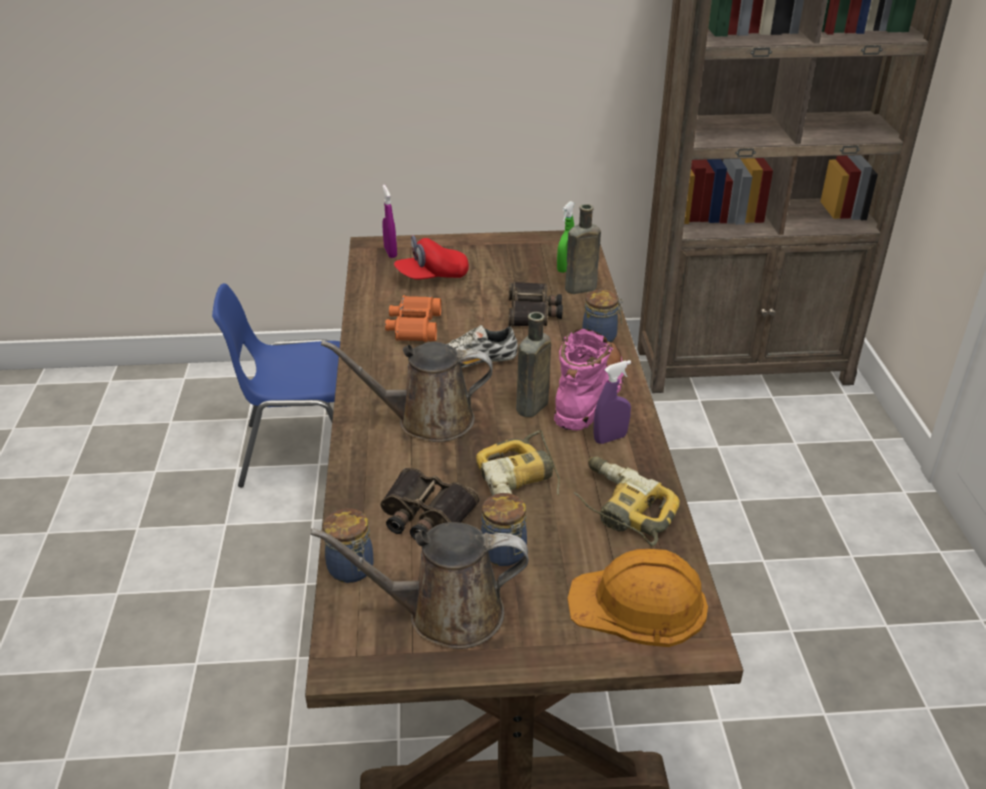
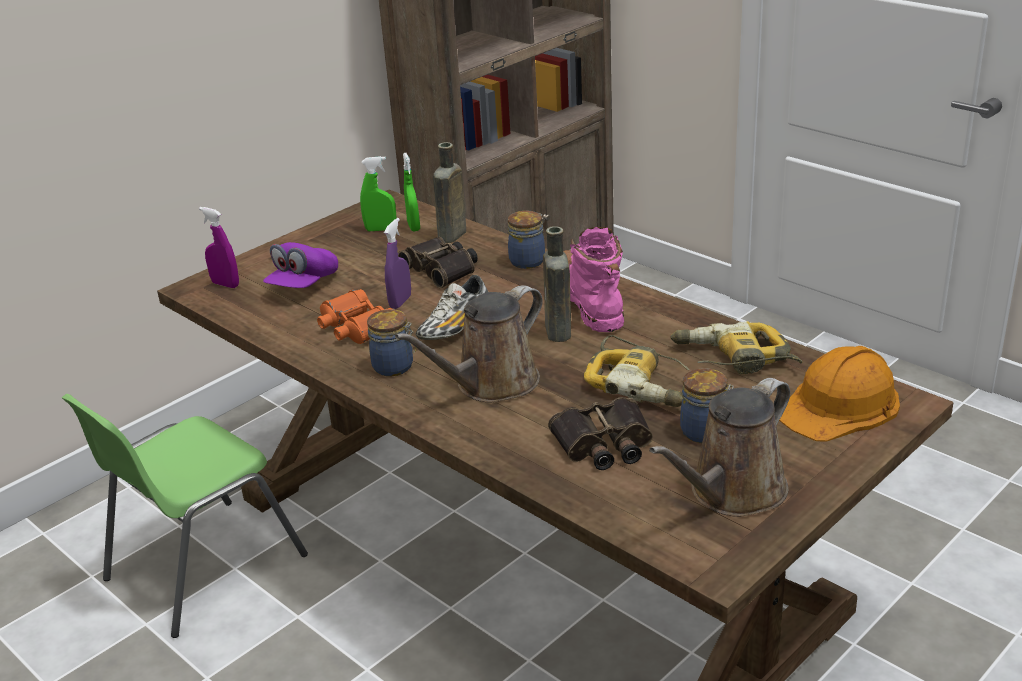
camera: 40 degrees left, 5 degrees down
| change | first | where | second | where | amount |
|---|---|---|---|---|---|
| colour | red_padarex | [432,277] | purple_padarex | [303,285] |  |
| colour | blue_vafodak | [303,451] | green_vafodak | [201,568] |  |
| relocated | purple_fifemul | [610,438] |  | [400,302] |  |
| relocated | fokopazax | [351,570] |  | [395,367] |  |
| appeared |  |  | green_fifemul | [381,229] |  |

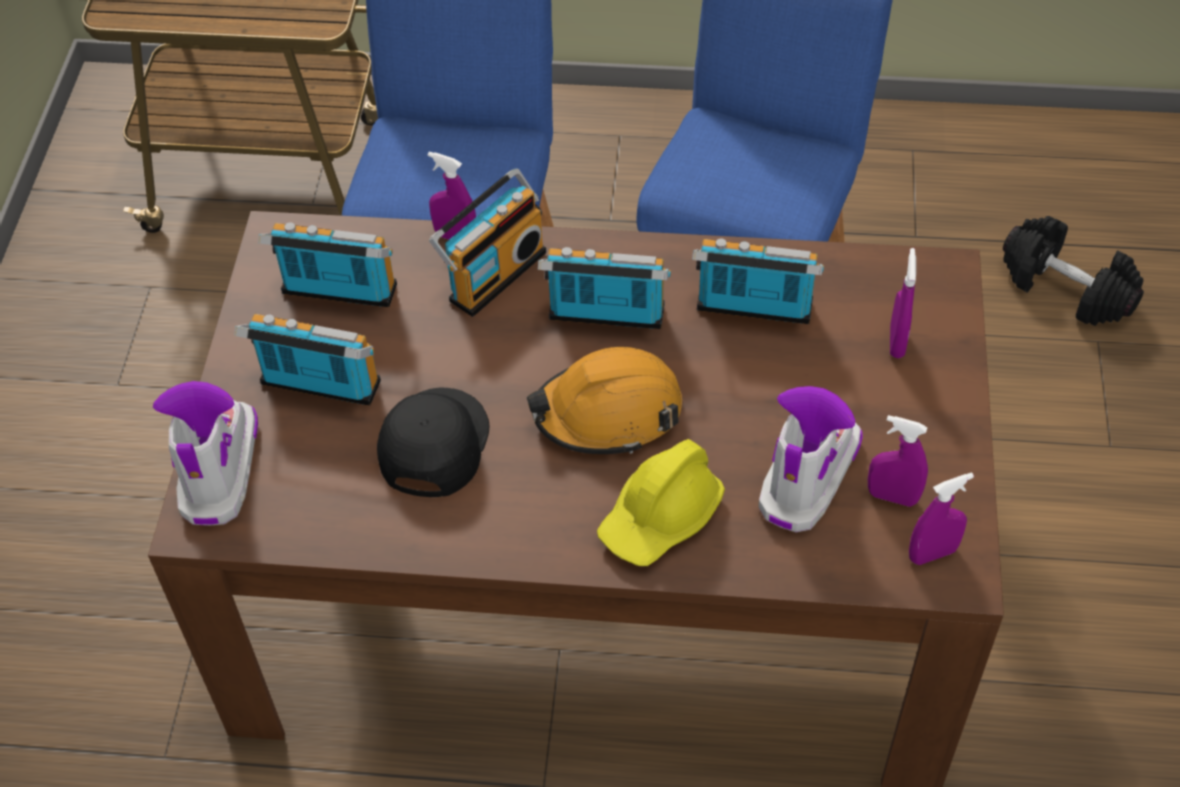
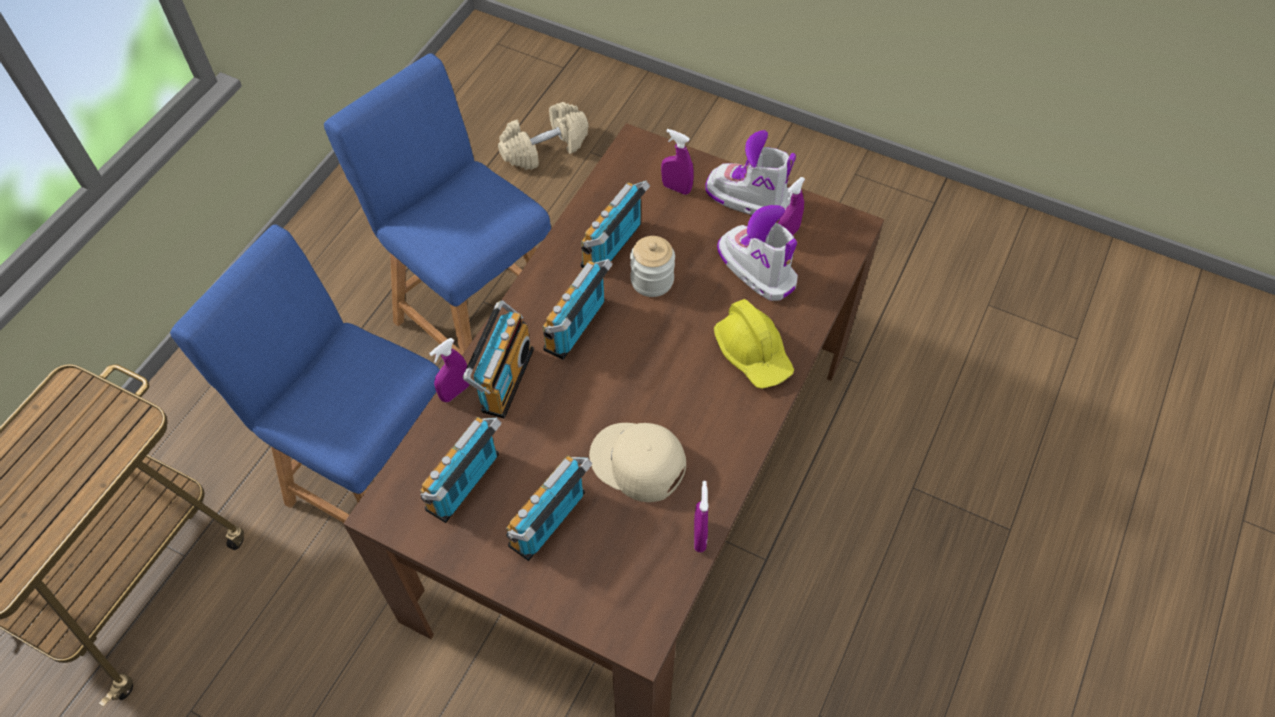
camera: 70 degrees left, 5 degrees up
| change | first | where | second | where | amount |
|---|---|---|---|---|---|
| spun | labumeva | [494,274] |  | [503,379] | 45 degrees clockwise |
| colour | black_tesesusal | [1065,288] | beige_tesesusal | [545,149] |  |
| missing | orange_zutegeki | [608,412] |  |  |  |
| relocated | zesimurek | [219,470] |  | [749,199] |  |
| colour | black_padarex | [432,444] | beige_padarex | [637,463] |  |
| relocated | purple_fifemul | [932,554] |  | [699,536] |  |
| appeared |  |  | fokopazax | [652,280] |  |

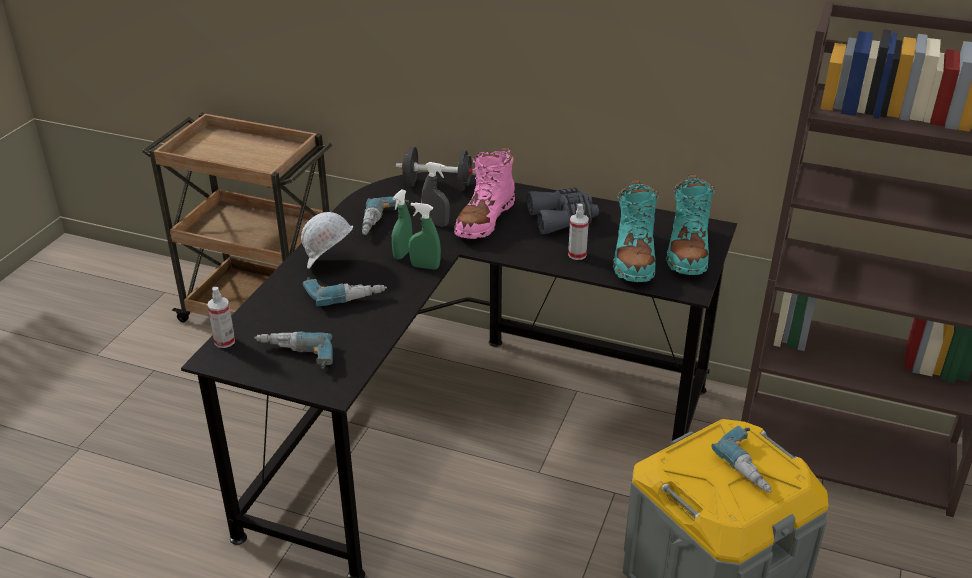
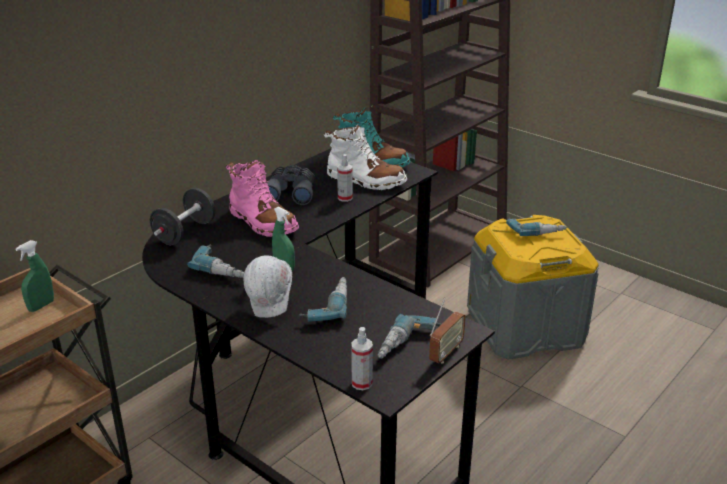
camera: 70 degrees left, 5 degrees down
| change | first | where | second | where | amount |
|---|---|---|---|---|---|
| missing | grey_fifemul | [436,223] |  |  |  |
| colour | turquoise_zesimurek | [633,258] | white_zesimurek | [365,180] |  |
| relocated | green_fifemul | [425,266] |  | [41,306] |  |
| appeared |  |  | labumeva | [445,353] |  |

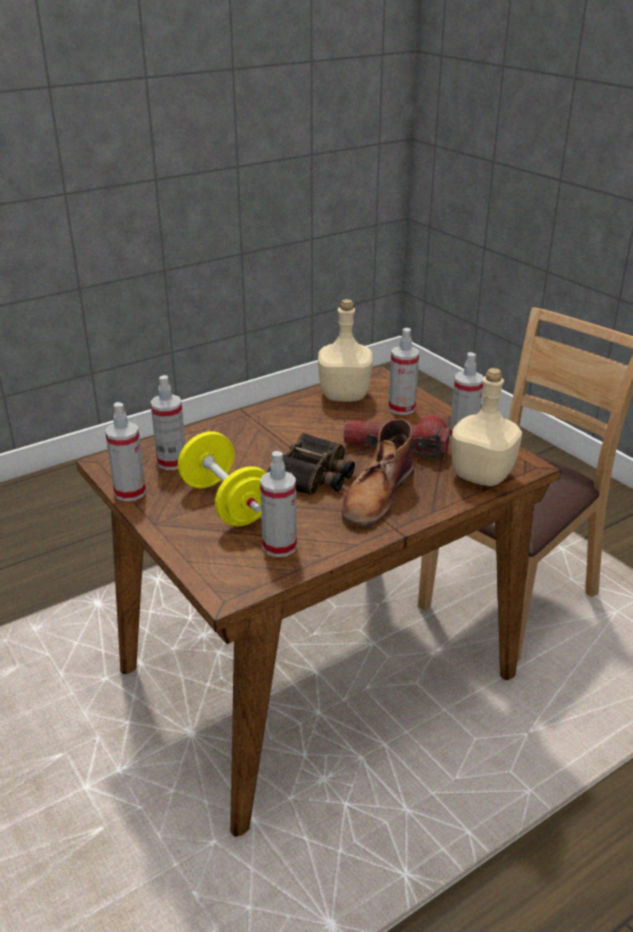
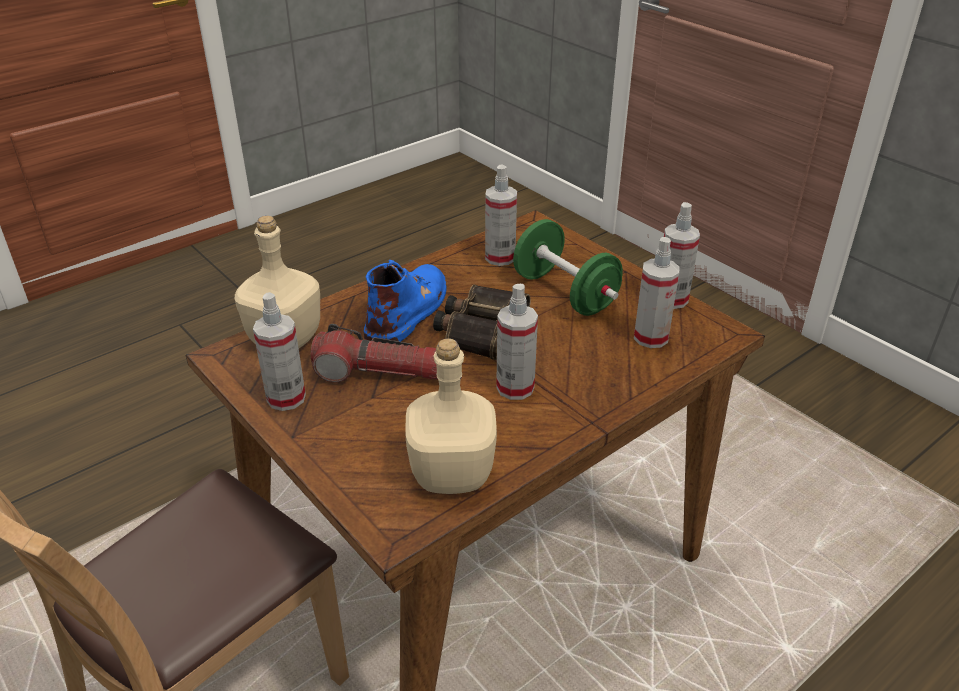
camera: 175 degrees right, 5 degrees up
| change | first | where | second | where | amount |
|---|---|---|---|---|---|
| relocated | fifemul | [401,408] |  | [515,387] |  |
| colour | brown_zesimurek | [377,495] | blue_zesimurek | [408,310] |  |
| colour | yellow_tesesusal | [226,503] | green_tesesusal | [565,293] |  |

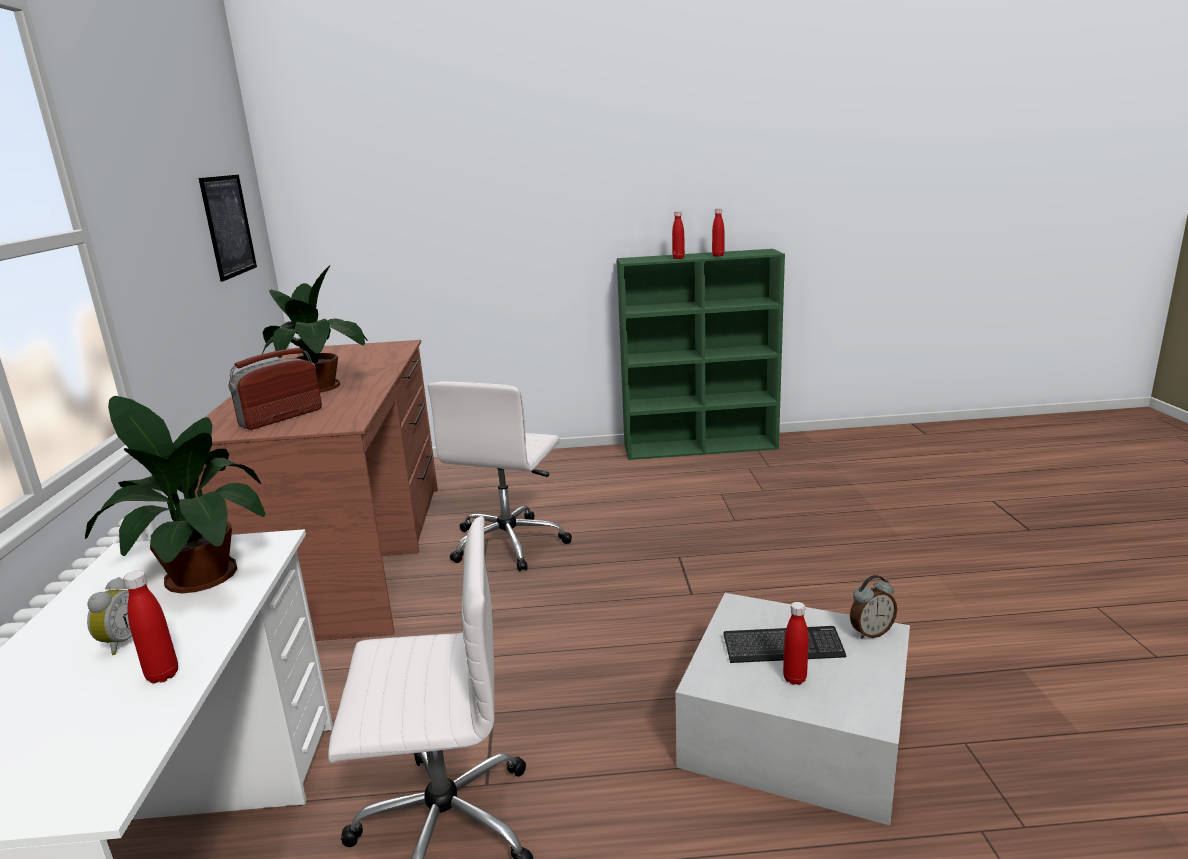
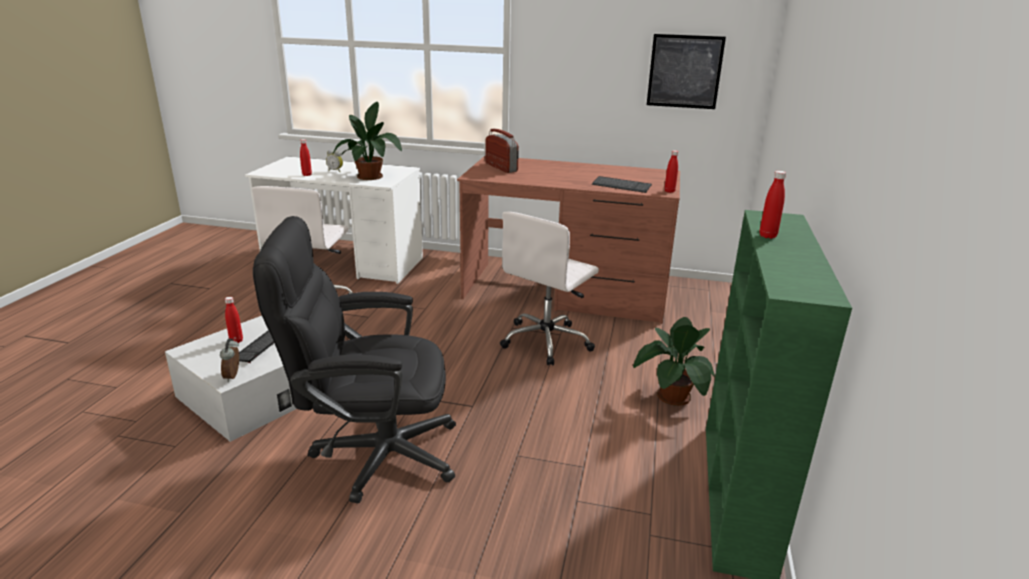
camera: 105 degrees right, 5 degrees up
| change | first | where | second | where | amount |
|---|---|---|---|---|---|
| relocated | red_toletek | [718,255] |  | [669,191] |  |
| relocated | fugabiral | [321,387] |  | [672,397] |  |
| spun | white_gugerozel | [509,543] |  | [547,341] | 90 degrees counterclockwise |
| appeared |  |  | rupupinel | [621,186] |  |
| appeared |  |  | black_gugerozel | [372,453] |  |

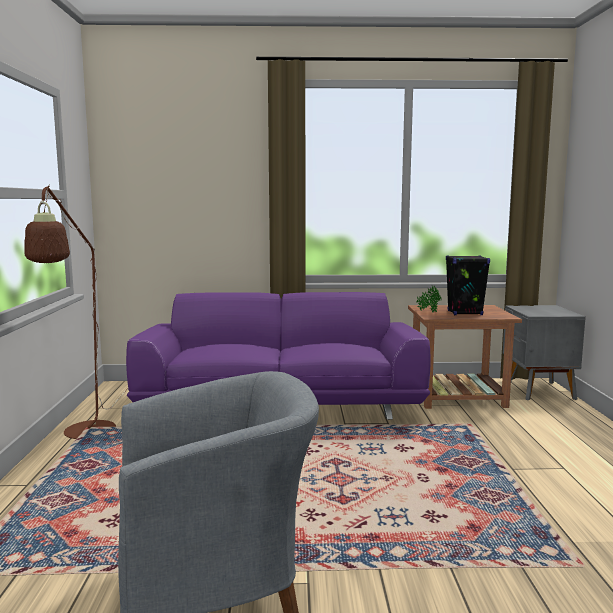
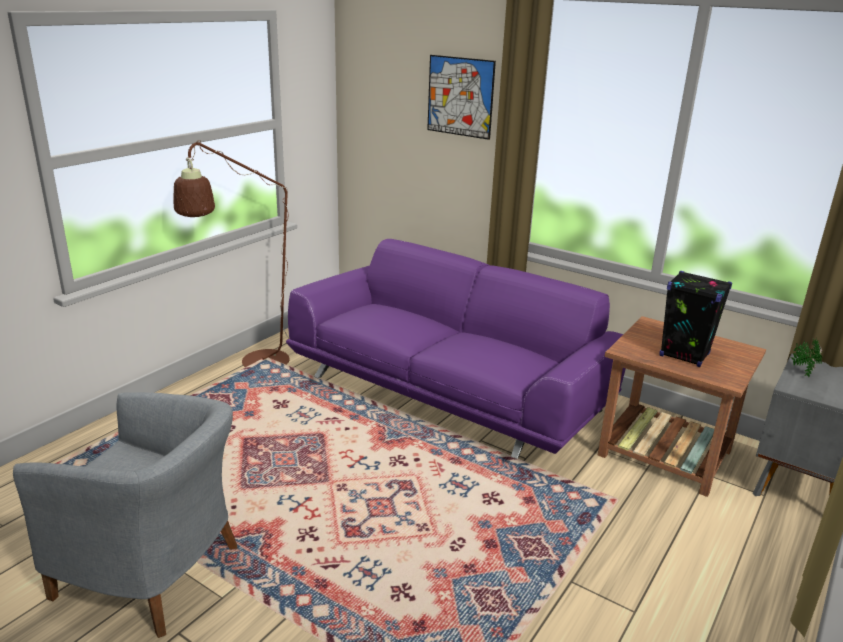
camera: 35 degrees right, 15 degrees up
| change | first | where | second | where | amount |
|---|---|---|---|---|---|
| relocated | fugabiral | [428,312] |  | [802,371] |  |
| appeared |  |  | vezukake | [460,96] |  |

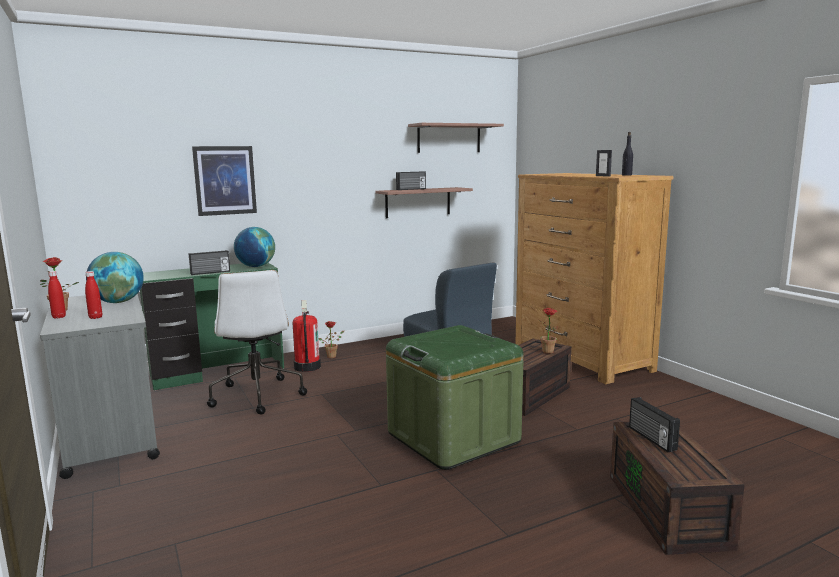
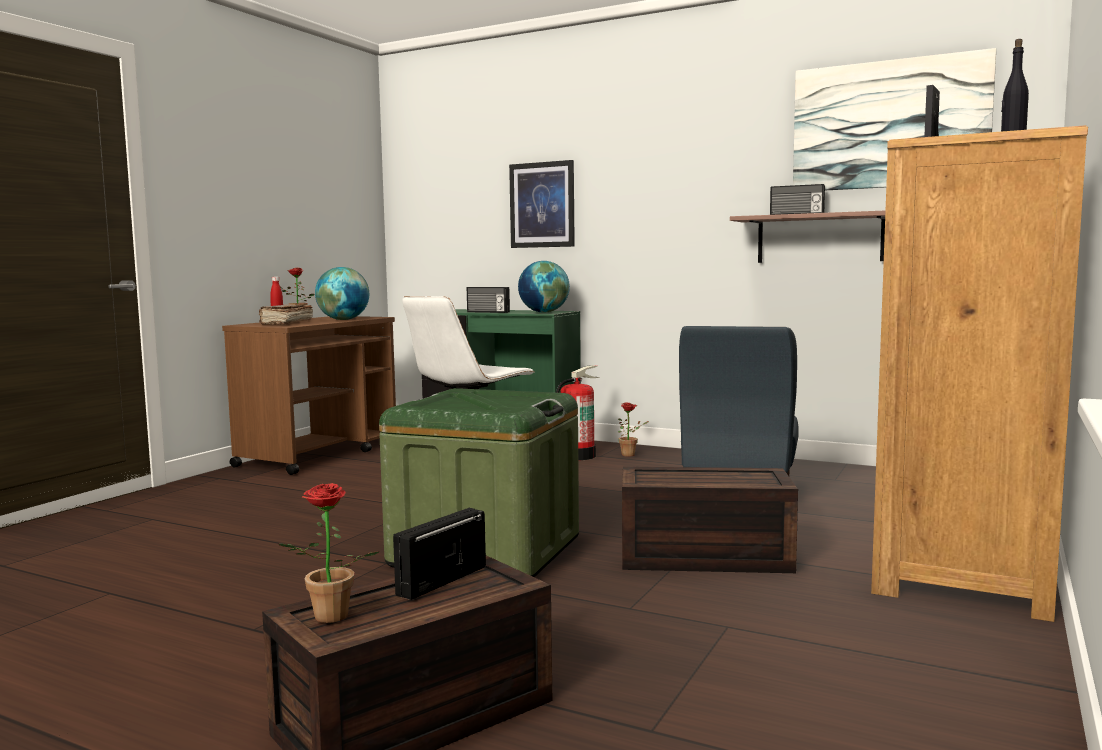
camera: 55 degrees right, 5 degrees down
| change | first | where | second | where | amount |
|---|---|---|---|---|---|
| exchanged | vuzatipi | [449,138] | vezukake | [889,125] |  |
| exchanged | red_toletek | [95,317] | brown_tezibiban | [286,323] |  |
| colour | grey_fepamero | [110,435] | brown_fepamero | [320,454] |  |
| relocated | fugabiral | [549,352] |  | [327,619] |  |

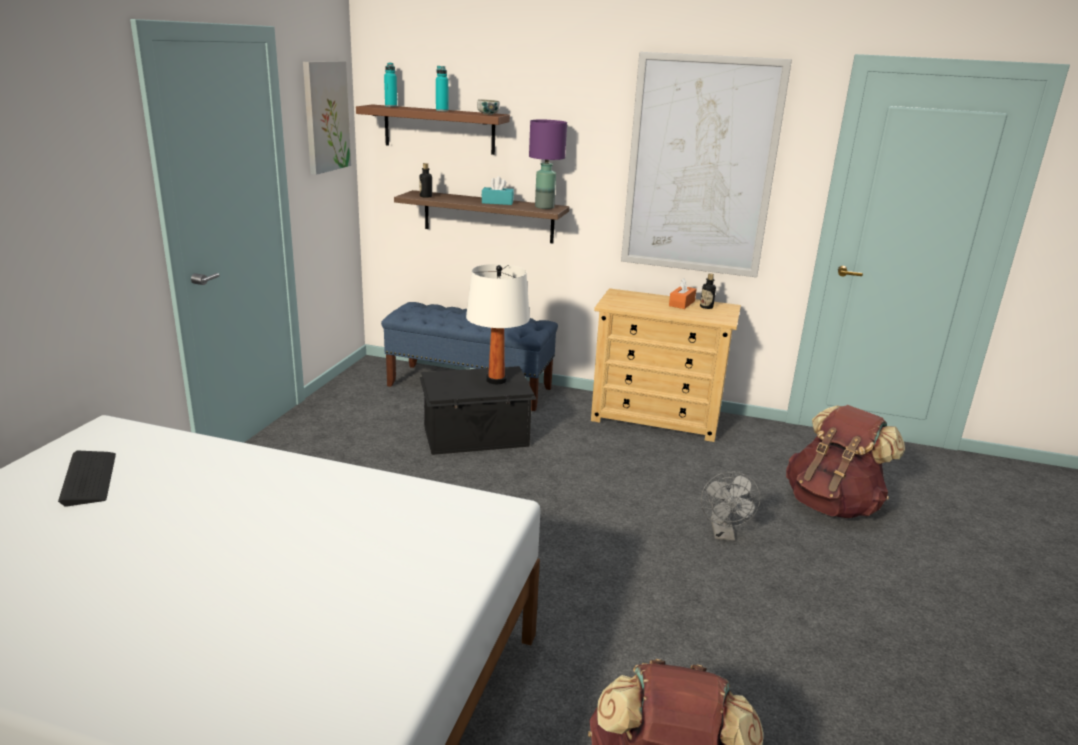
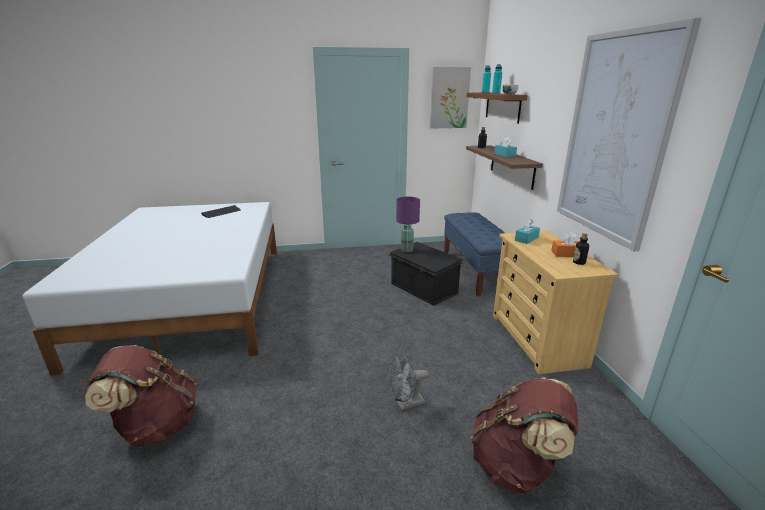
camera: 65 degrees right, 0 degrees up
| change | first | where | second | where | amount |
|---|---|---|---|---|---|
| relocated | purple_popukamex | [545,207] |  | [407,250] |  |
| missing | white_popukamex | [496,380] |  |  |  |
| appeared |  |  | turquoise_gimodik | [526,239] |  |

